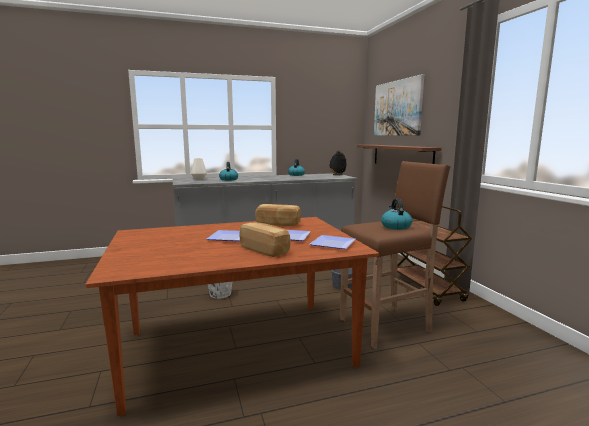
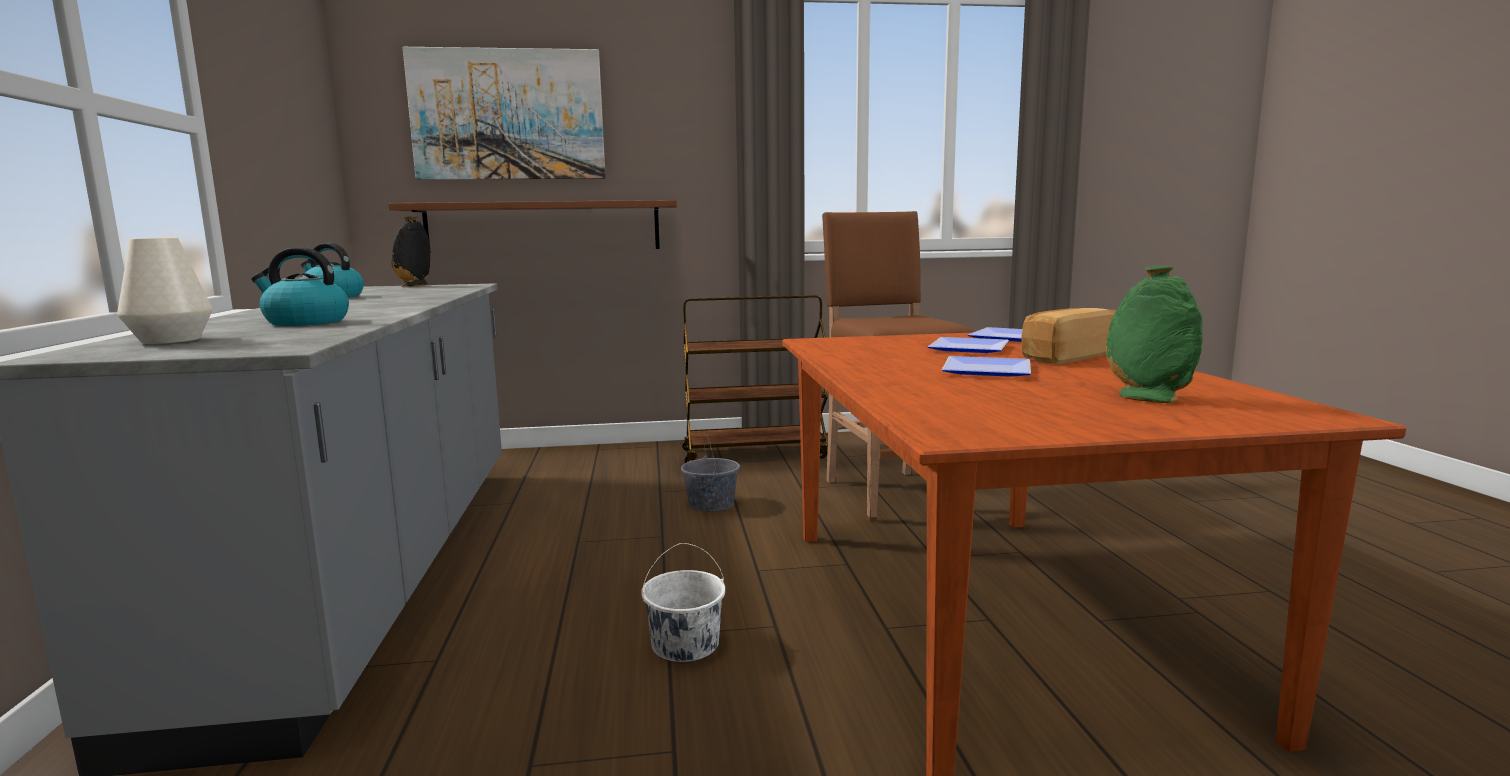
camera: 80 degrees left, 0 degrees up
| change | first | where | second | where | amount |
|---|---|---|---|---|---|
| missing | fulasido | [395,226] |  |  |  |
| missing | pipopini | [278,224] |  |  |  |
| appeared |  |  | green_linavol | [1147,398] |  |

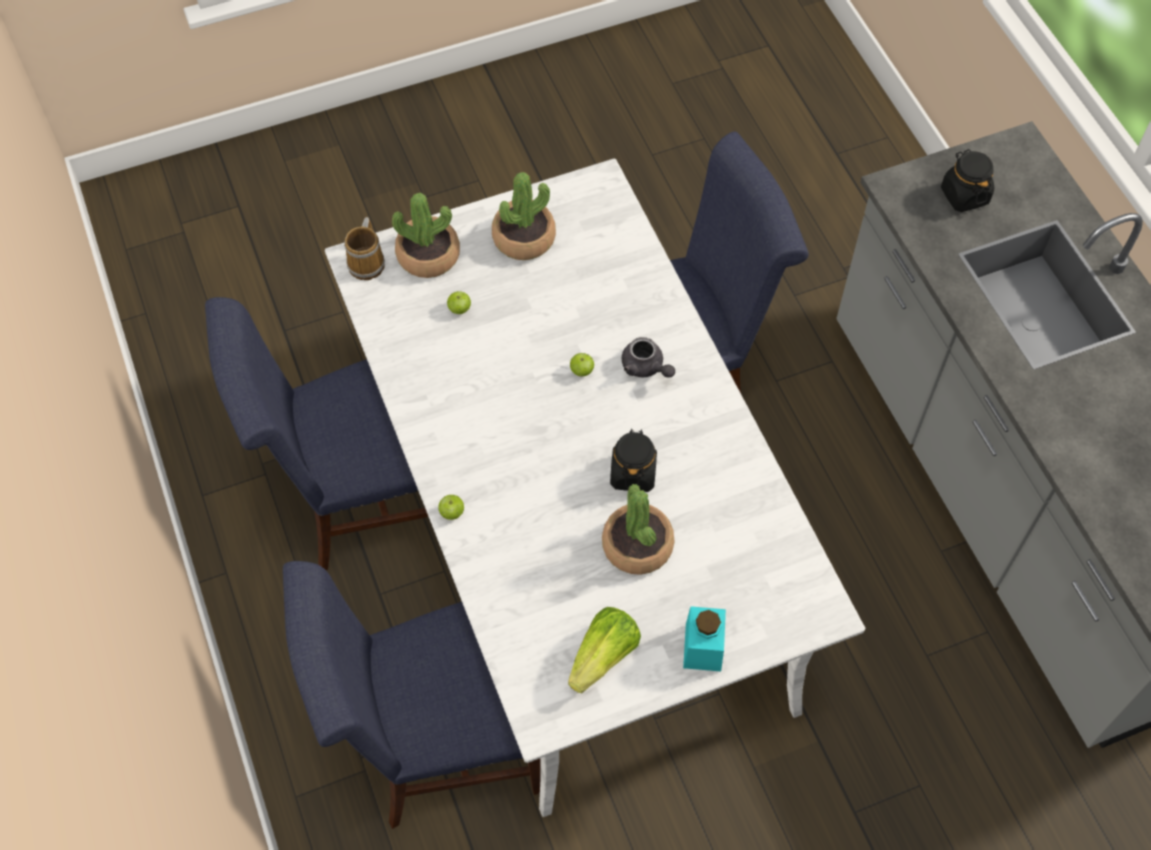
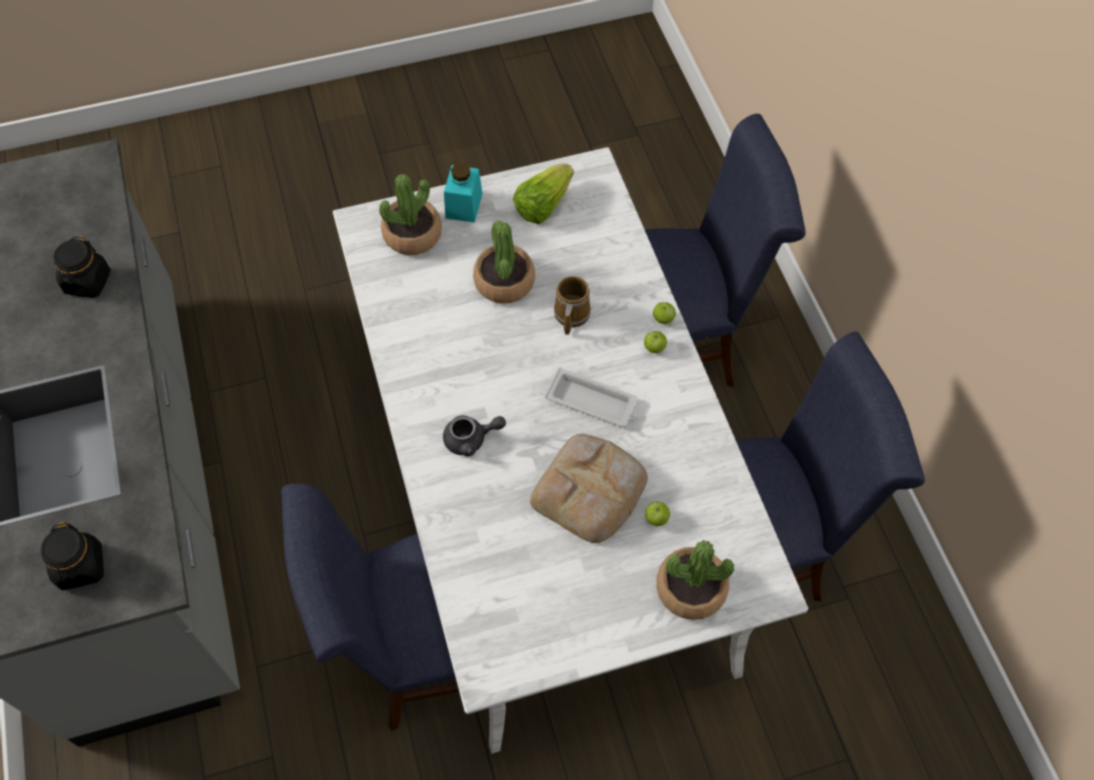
camera: 175 degrees left, 0 degrees up
| change | first | where | second | where | amount |
|---|---|---|---|---|---|
| relocated | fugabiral | [524,238] |  | [412,234] |  |
| relocated | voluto | [368,262] |  | [570,315] |  |
| spun | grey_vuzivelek | [646,367] |  | [471,439] | 120 degrees clockwise |
| relocated | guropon | [582,371] |  | [654,348] |  |
| relocated | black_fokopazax | [633,473] |  | [87,282] |  |
| appeared |  |  | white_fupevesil | [592,402] |  |
| appeared |  |  | pipopini | [591,489] |  |

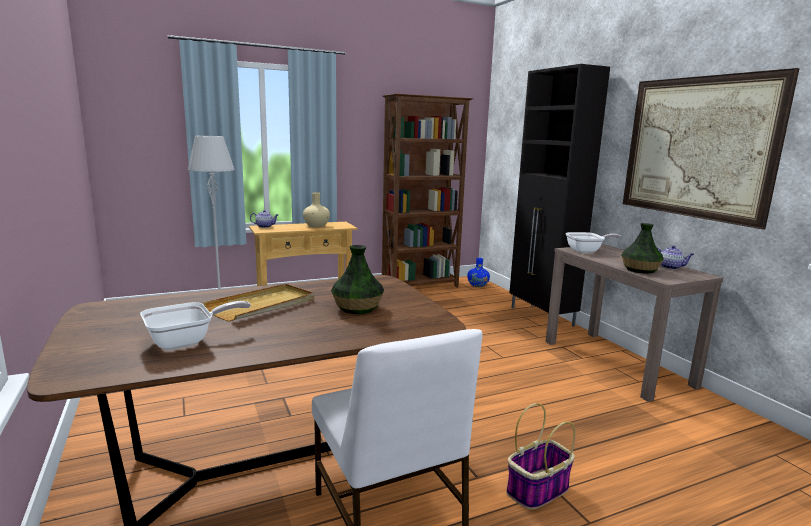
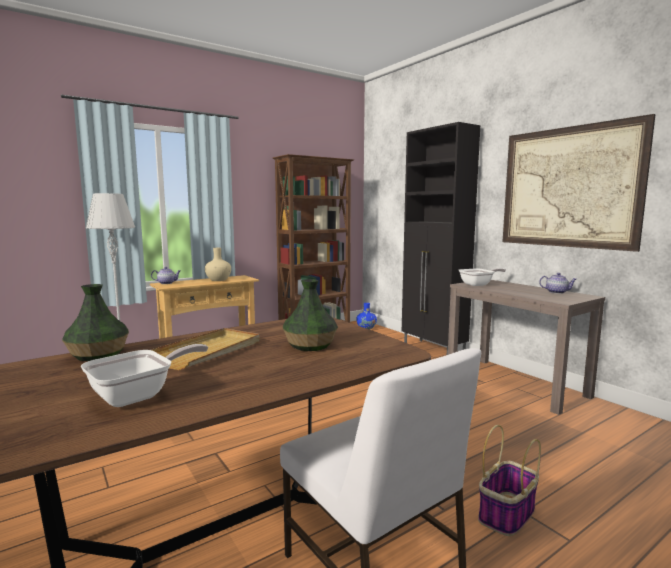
camera: 10 degrees left, 5 degrees down
| change | first | where | second | where | amount |
|---|---|---|---|---|---|
| relocated | linavol | [640,270] |  | [98,355] |  |

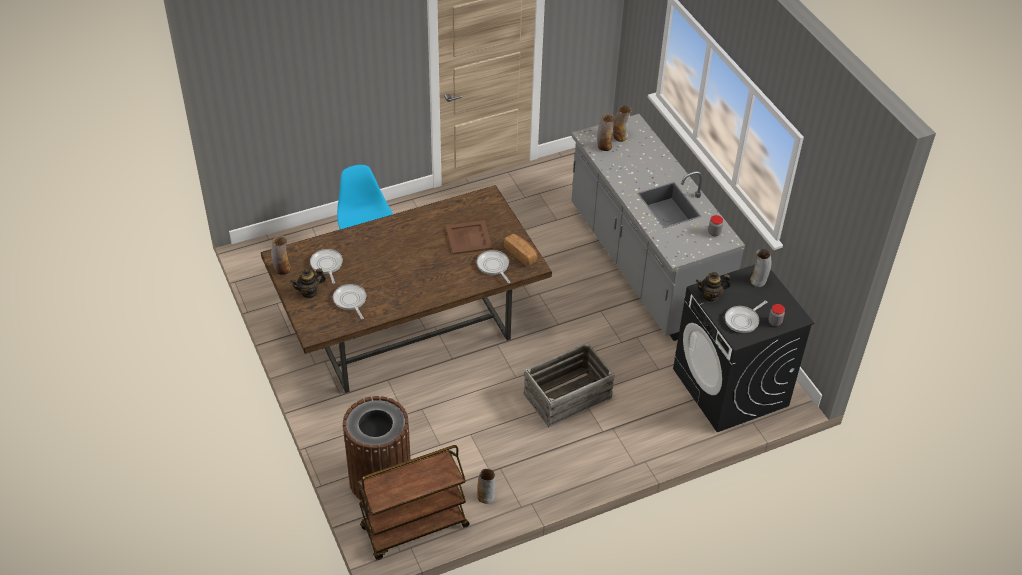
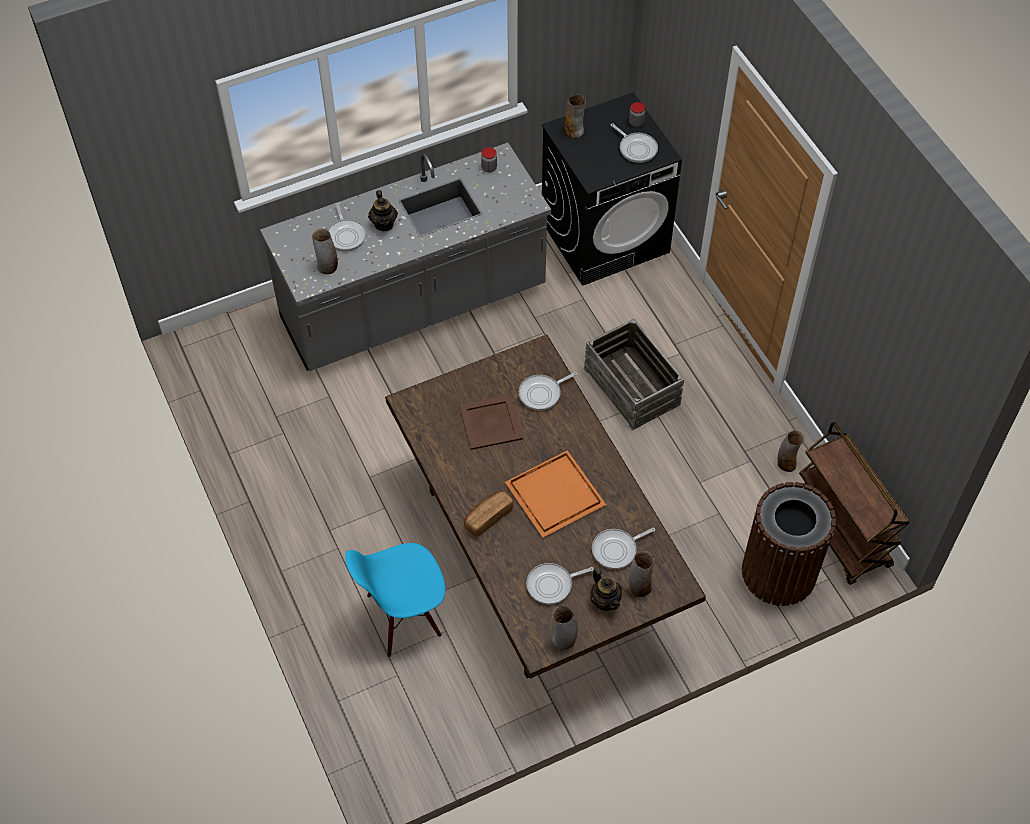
camera: 90 degrees left, 10 degrees up
| change | first | where | second | where | amount |
|---|---|---|---|---|---|
| relocated | linavol | [620,137] |  | [639,587] |  |
| relocated | pipopini | [521,254] |  | [488,517] |  |
| relocated | vuzivelek | [710,296] |  | [384,224] |  |
| appeared |  |  | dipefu | [346,235] |  |
| appeared |  |  | orange_fupevesil | [557,495] |  |

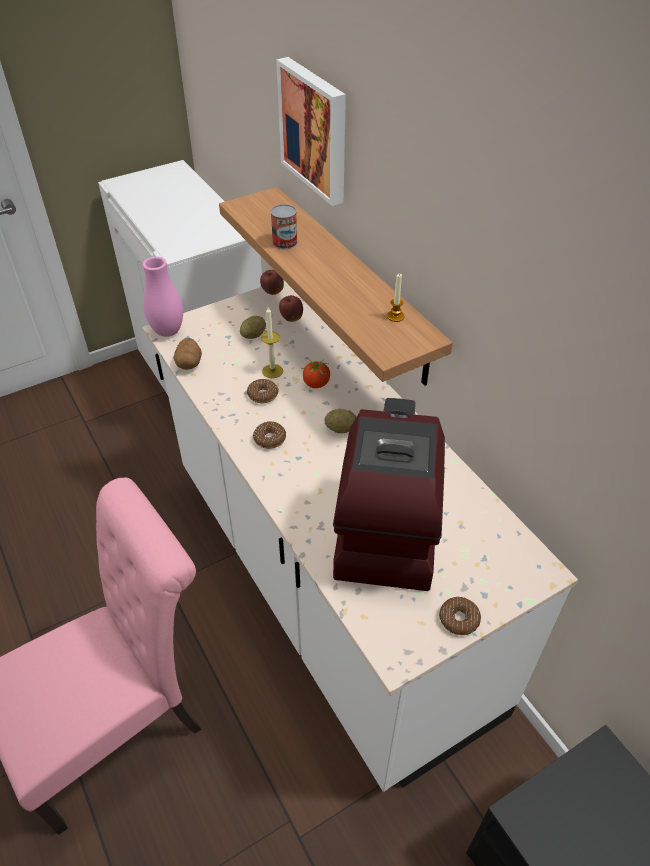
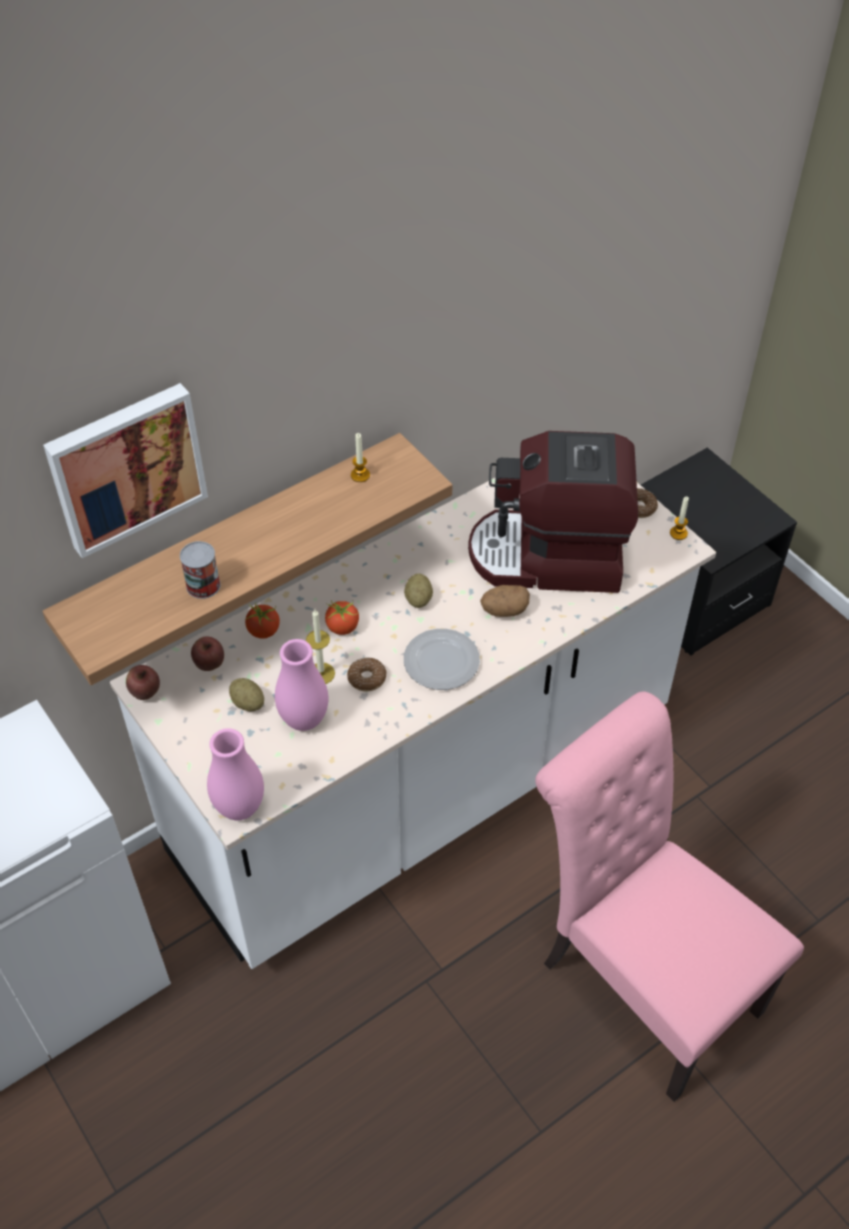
camera: 95 degrees left, 5 degrees up
| change | first | where | second | where | amount |
|---|---|---|---|---|---|
| relocated | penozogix | [189,363] |  | [504,610] |  |
| exchanged | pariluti | [270,439] | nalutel | [441,663] |  |
| appeared |  |  | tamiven | [678,533] |  |
| appeared |  |  | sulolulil | [264,631] |  |
| appeared |  |  | pink_linavol | [304,720] |  |

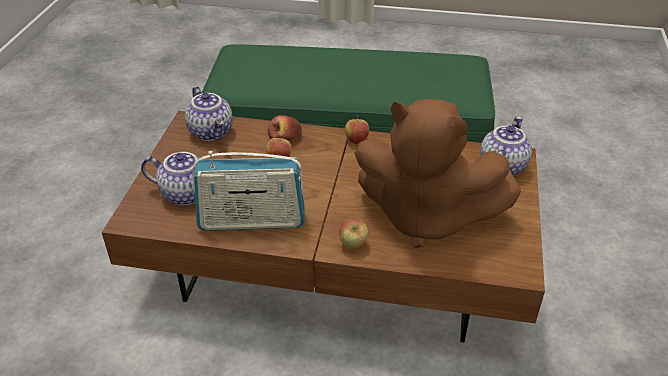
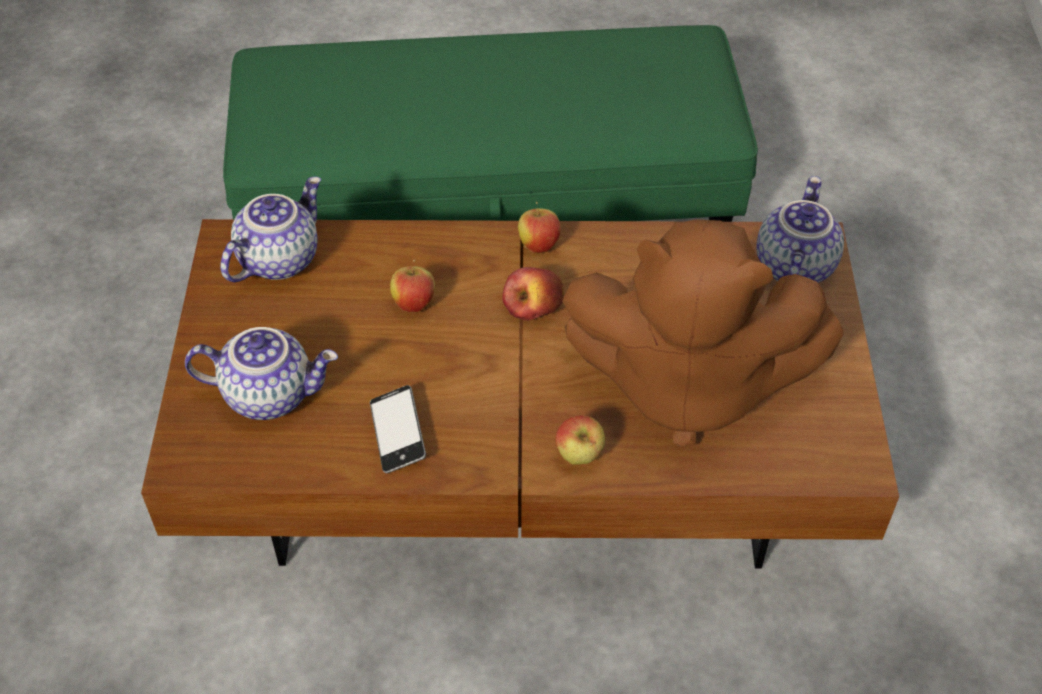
camera: 10 degrees left, 10 degrees up
| change | first | where | second | where | amount |
|---|---|---|---|---|---|
| spun | vuzivelek | [212,132] |  | [278,259] | 105 degrees counterclockwise |
| relocated | guropon | [285,137] |  | [533,304] |  |
| exchanged | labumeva | [252,221] | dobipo | [398,434] |  |

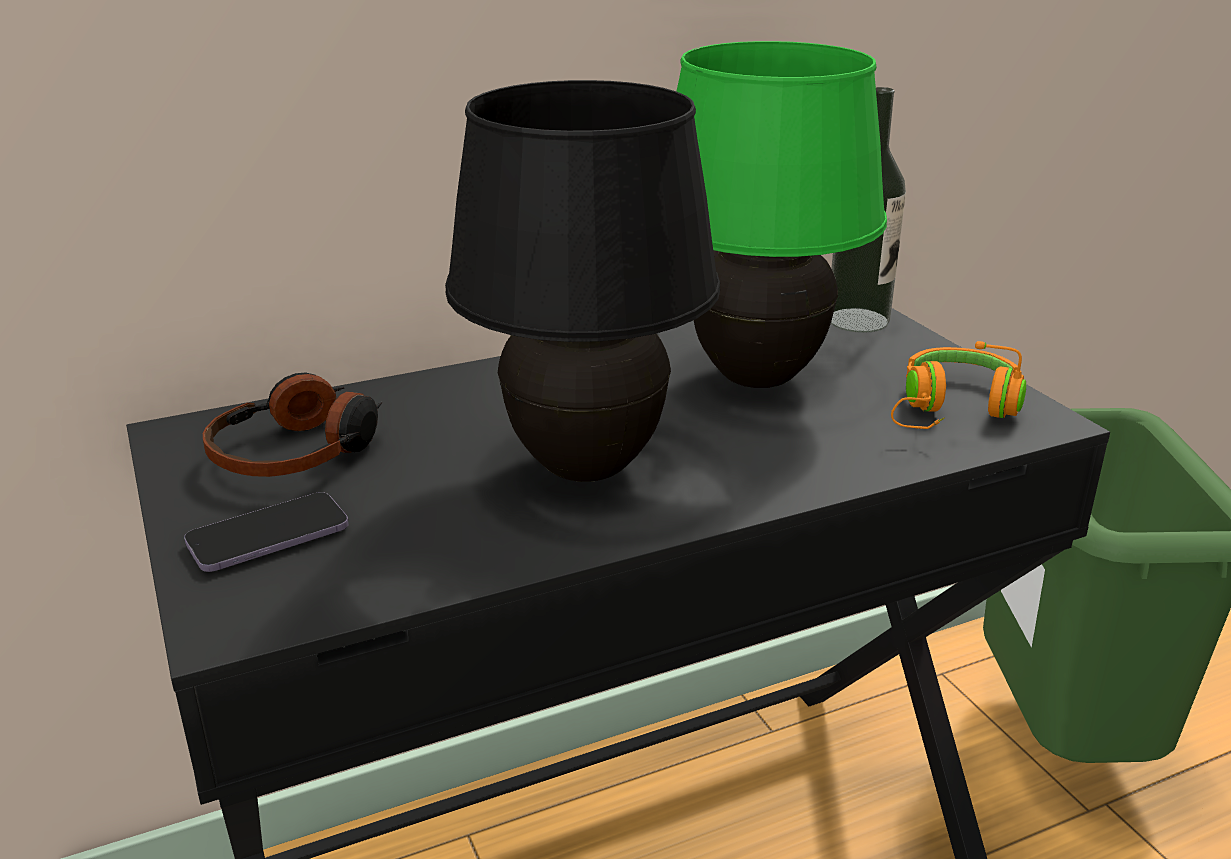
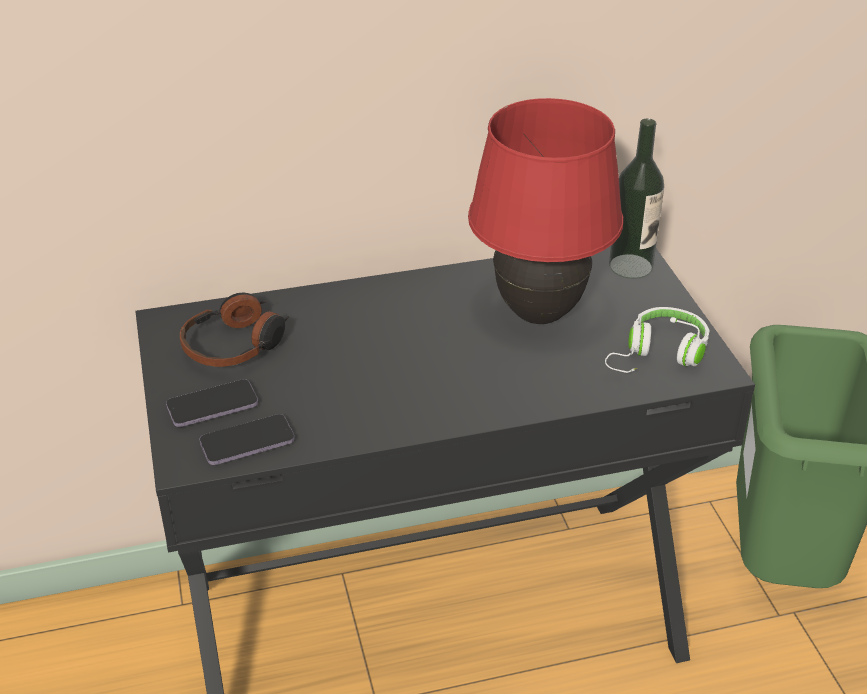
camera: 10 degrees right, 10 degrees up
| change | first | where | second | where | amount |
|---|---|---|---|---|---|
| colour | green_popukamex | [758,378] | red_popukamex | [540,313] |  |
| missing | black_popukamex | [584,467] |  |  |  |
| colour | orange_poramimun | [953,409] | white_poramimun | [659,354] |  |
| appeared |  |  | dobipo | [247,442] |  |

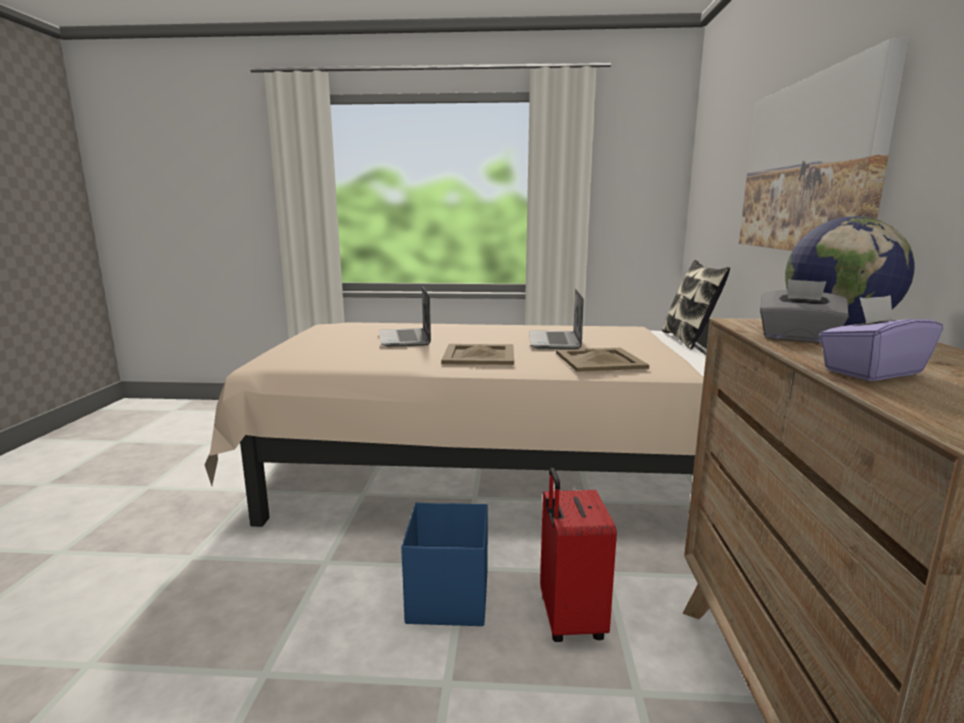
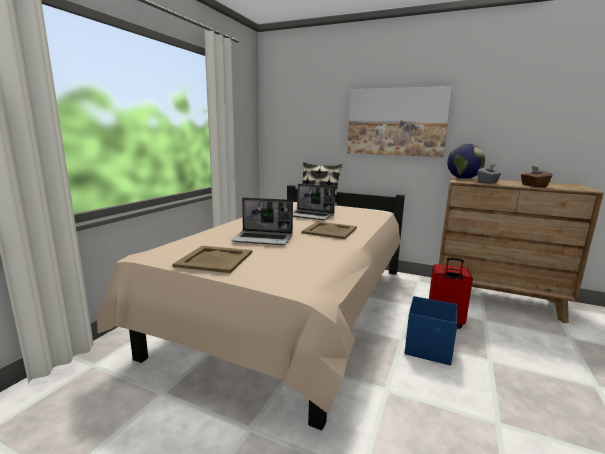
camera: 70 degrees left, 0 degrees up
| change | first | where | second | where | amount |
|---|---|---|---|---|---|
| colour | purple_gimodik | [871,372] | brown_gimodik | [533,185] |  |
| relocated | beige_fupevesil | [599,360] |  | [214,259] |  |

